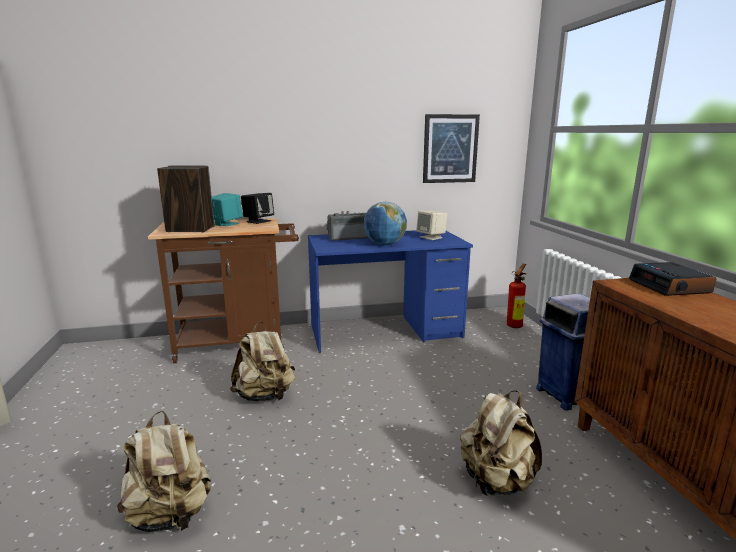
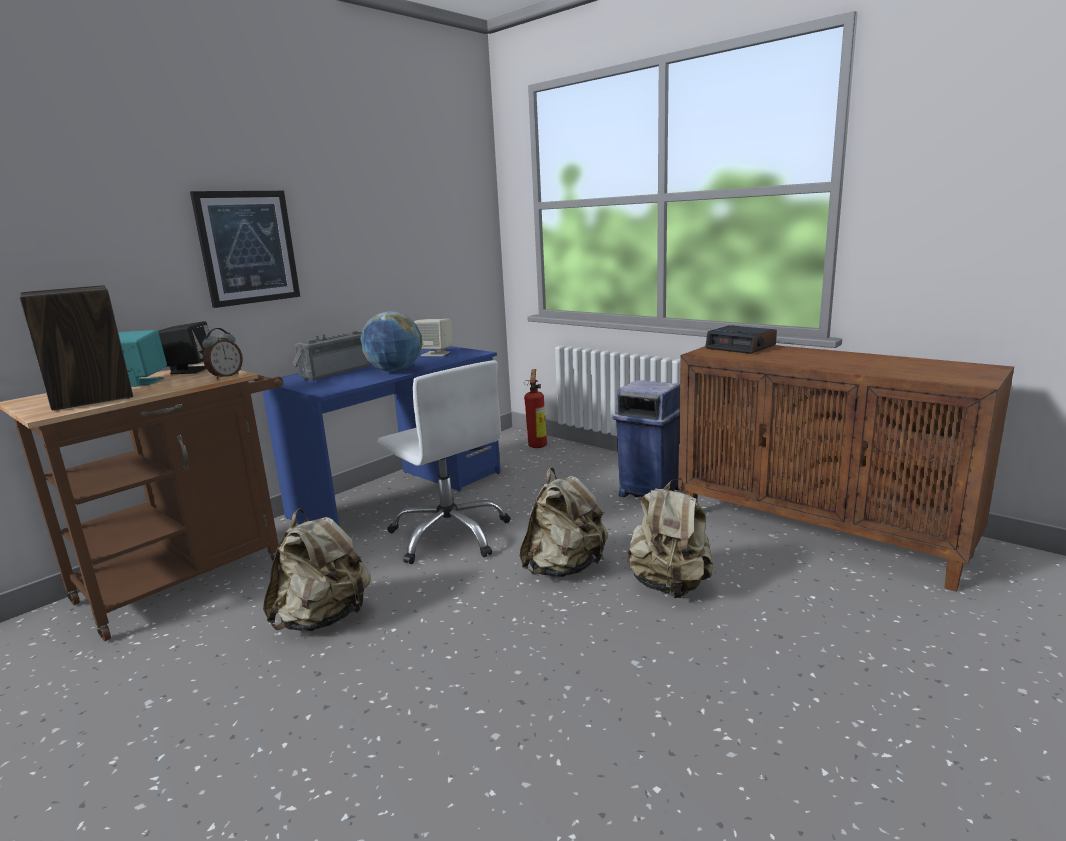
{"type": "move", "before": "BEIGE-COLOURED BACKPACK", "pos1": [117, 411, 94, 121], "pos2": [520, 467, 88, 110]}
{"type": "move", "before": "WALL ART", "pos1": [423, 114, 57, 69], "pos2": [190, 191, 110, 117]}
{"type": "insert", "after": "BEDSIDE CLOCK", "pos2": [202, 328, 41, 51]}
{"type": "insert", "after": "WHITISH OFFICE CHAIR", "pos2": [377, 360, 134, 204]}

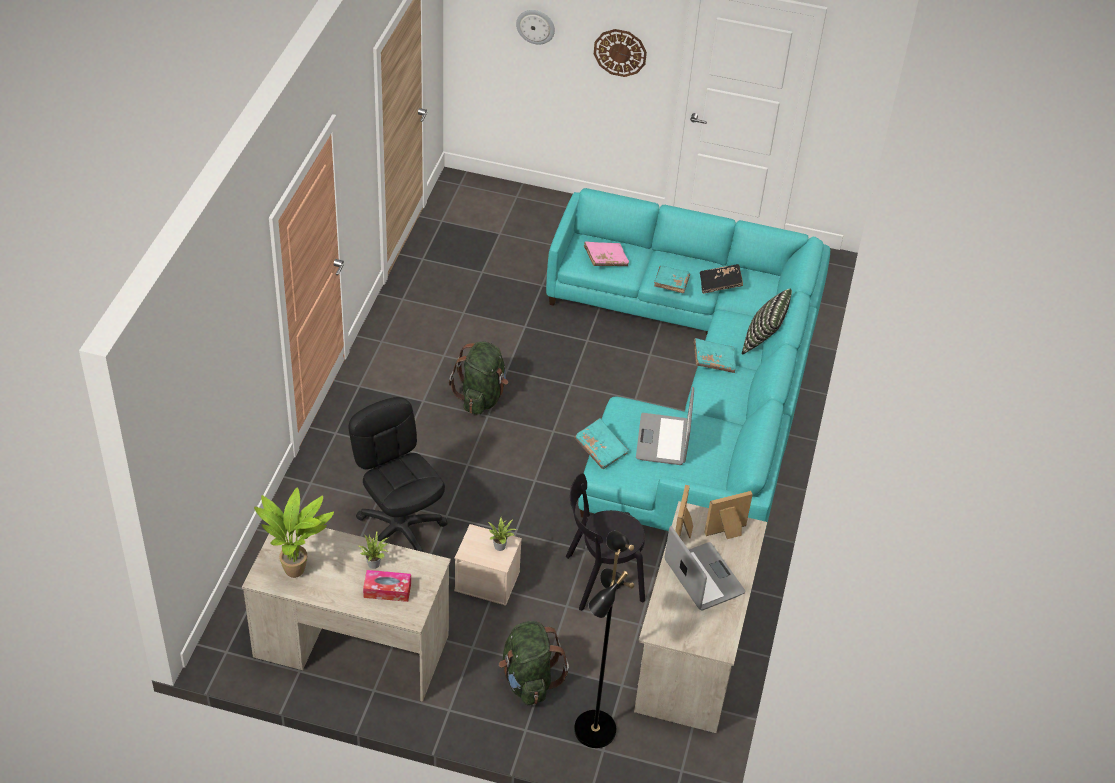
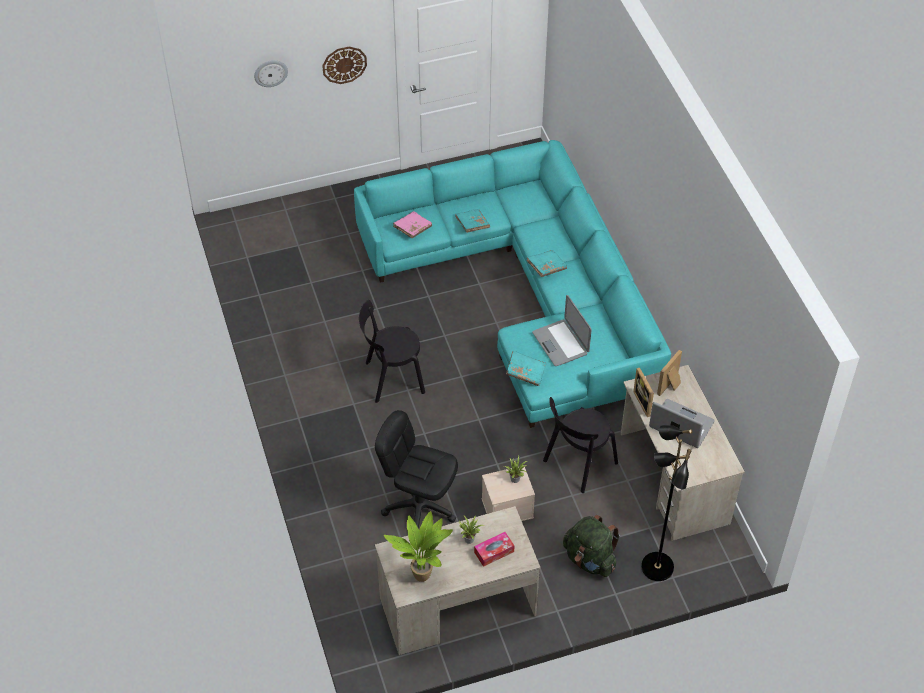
{"type": "replace", "before": "GREENISH BACKPACK", "after": "BLACK PLAIN CHAIR", "pos1": [449, 342, 59, 73], "pos2": [359, 300, 66, 103]}
{"type": "delete", "before": "BLACK VOLUME", "pos1": [700, 264, 43, 30]}
{"type": "delete", "before": "CUSHION", "pos1": [742, 289, 50, 66]}

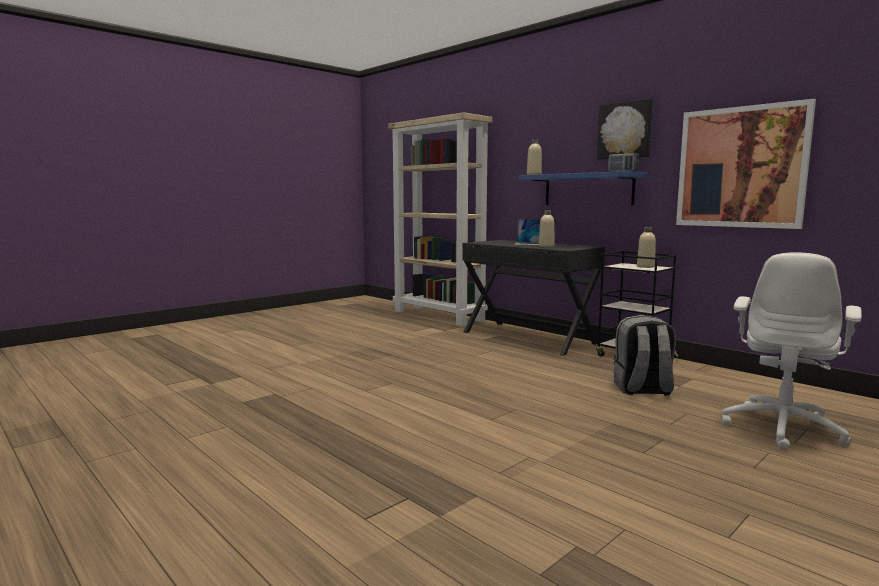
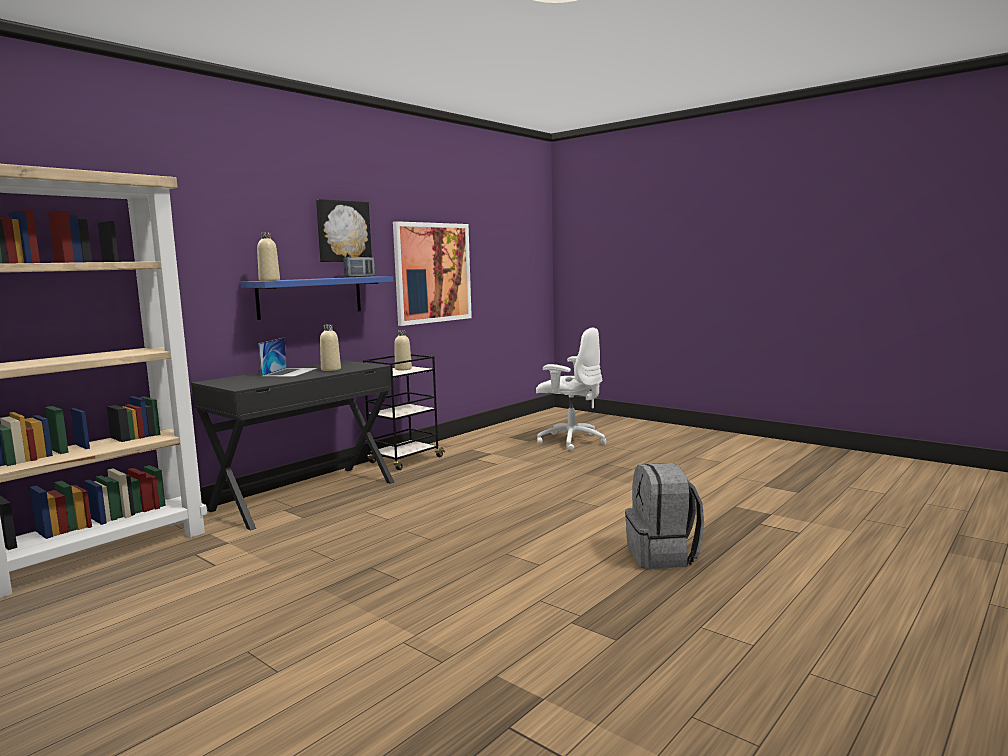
{"type": "move", "before": "GRAY BACKPACK", "pos1": [614, 315, 62, 81], "pos2": [625, 463, 79, 106]}

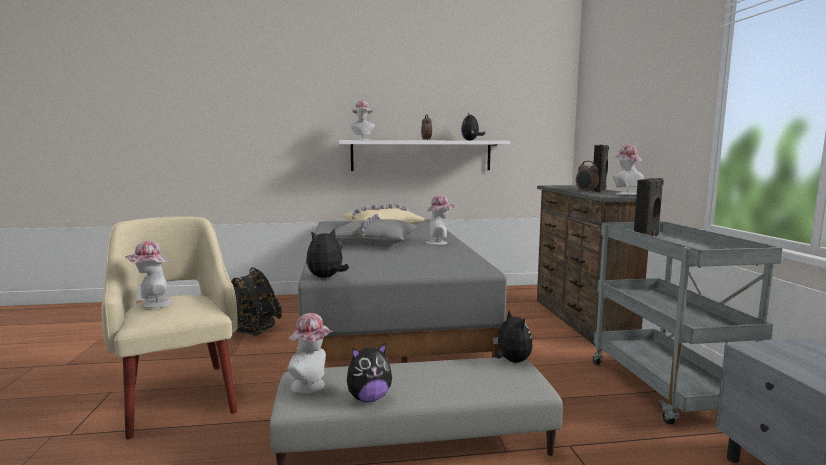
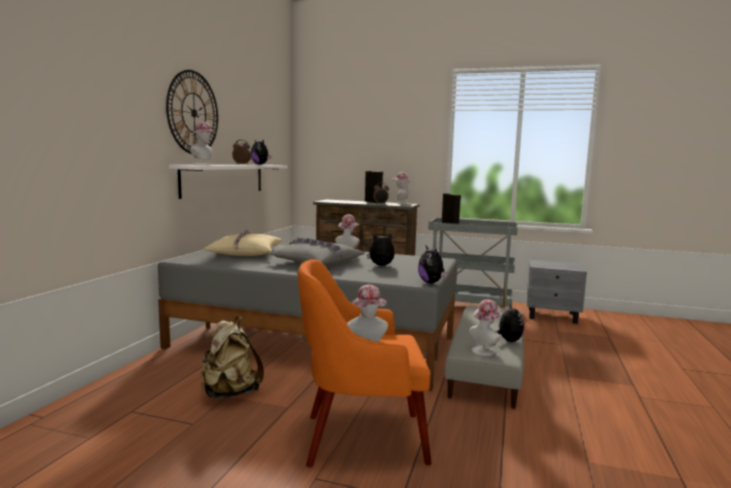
{"type": "recolor", "before": "BEIGE-COLOURED ARMCHAIR", "after": "ORANGE-COLOURED ARMCHAIR", "pos1": [102, 216, 136, 223], "pos2": [298, 259, 133, 208]}
{"type": "recolor", "before": "BLACK BACKPACK", "after": "BEIGE-COLOURED BACKPACK", "pos1": [231, 267, 51, 69], "pos2": [201, 317, 63, 81]}
{"type": "move", "before": "CUDDLY TOY", "pos1": [493, 310, 40, 53], "pos2": [367, 233, 28, 32]}
{"type": "insert", "after": "CLOCK ON THE WALL", "pos2": [166, 70, 52, 84]}

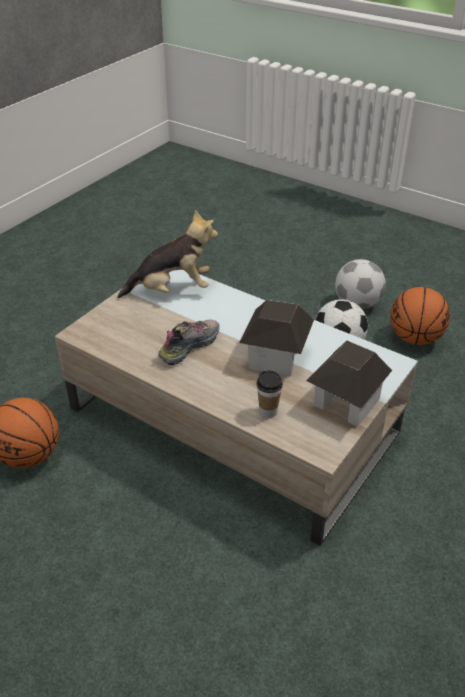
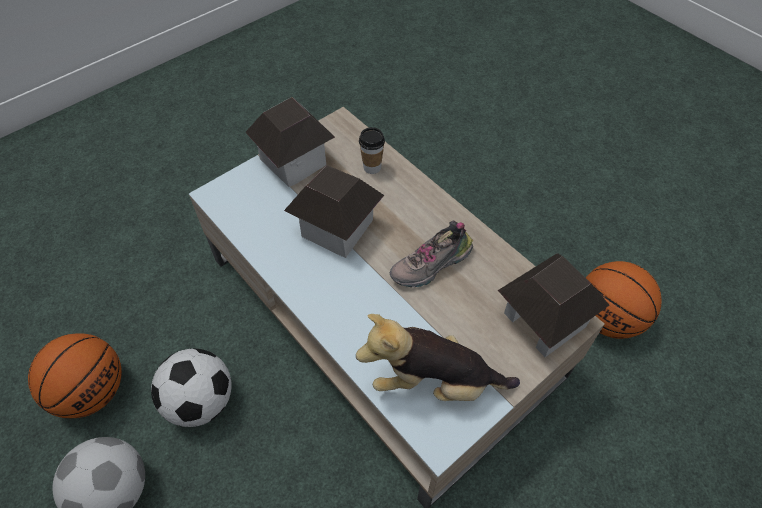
{"type": "insert", "after": "TOY HOUSE", "pos2": [498, 253, 111, 104]}

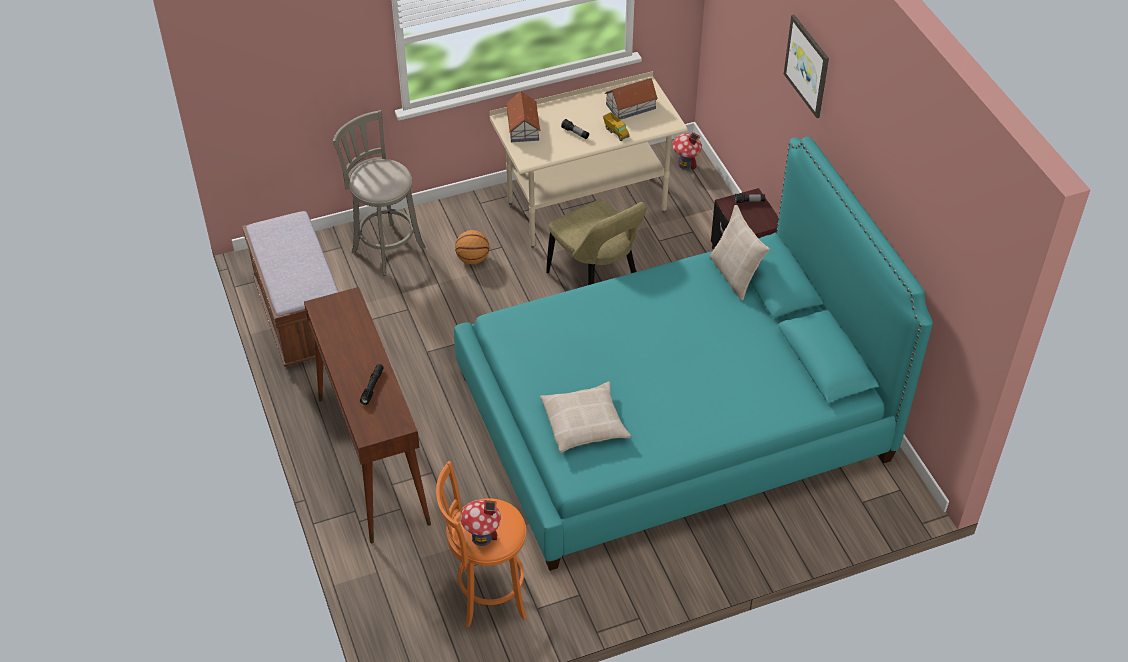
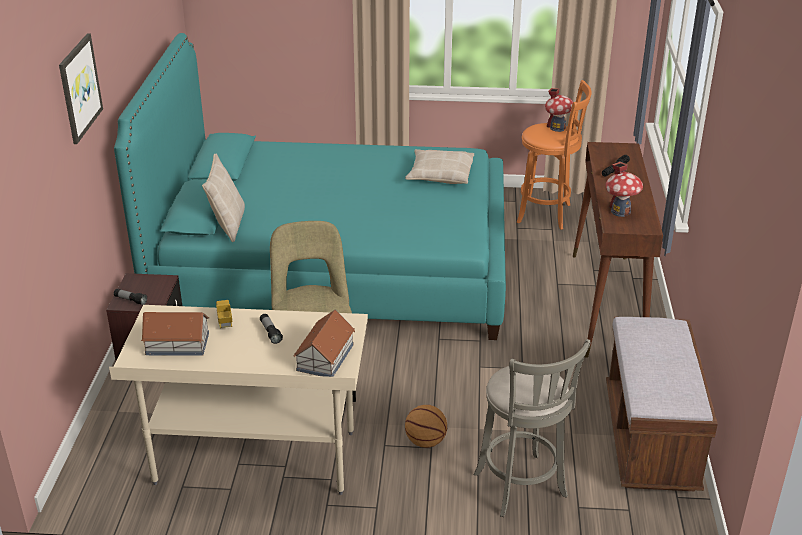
{"type": "move", "before": "TOY HOUSE", "pos1": [672, 132, 30, 37], "pos2": [606, 162, 37, 55]}

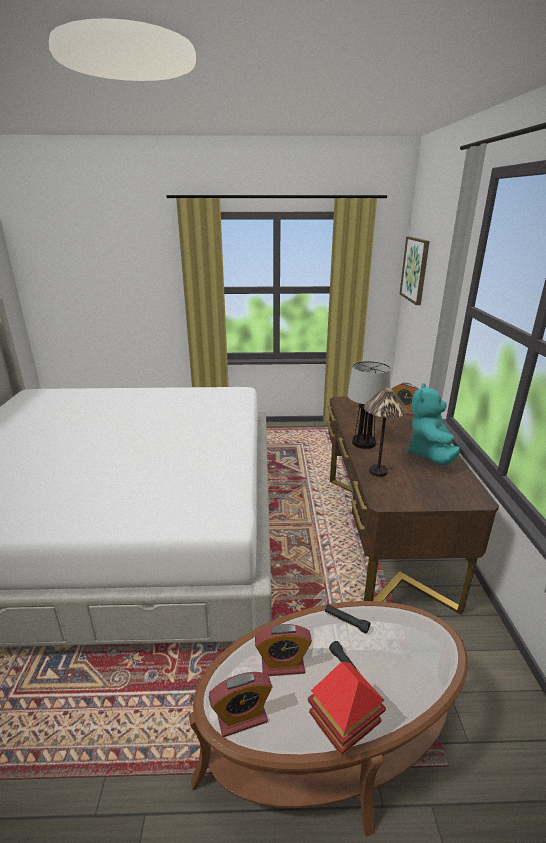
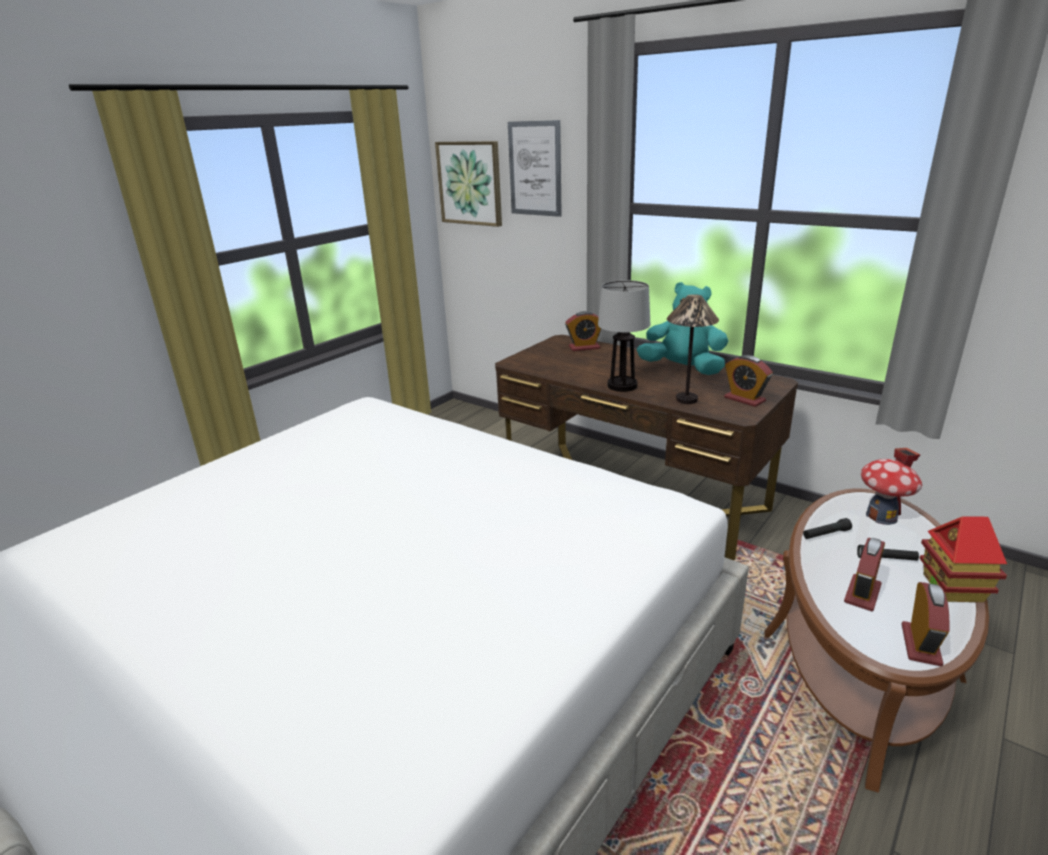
{"type": "rotate", "before": "TURQUOISE-COLOURED CUDDLY TOY", "pos1": [408, 383, 52, 82], "pos2": [637, 282, 91, 93], "turn": 150}
{"type": "insert", "after": "WALL ART", "pos2": [508, 120, 54, 97]}
{"type": "insert", "after": "BEDSIDE CLOCK", "pos2": [724, 355, 49, 52]}
{"type": "insert", "after": "TOY HOUSE", "pos2": [861, 448, 61, 77]}

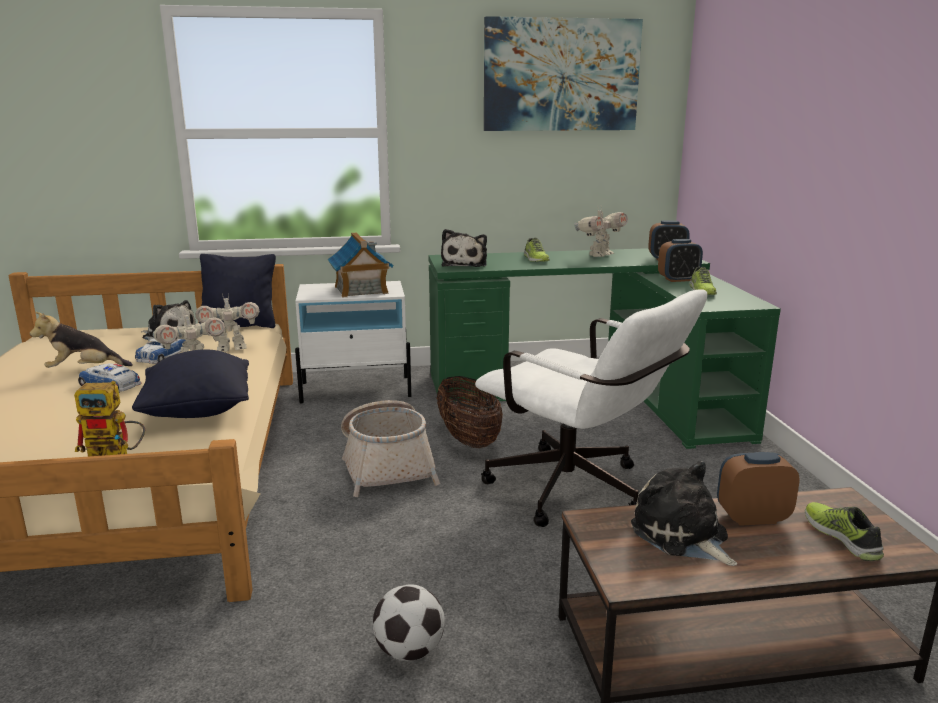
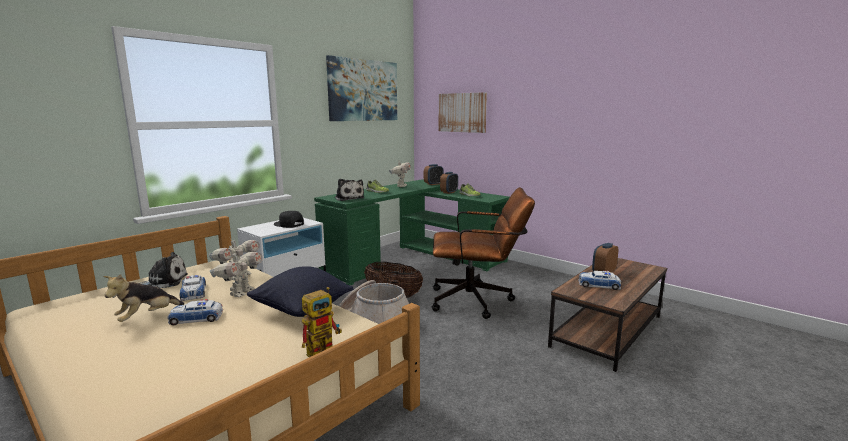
{"type": "delete", "before": "BLACK CUSHION", "pos1": [199, 254, 77, 74]}
{"type": "replace", "before": "TOY HOUSE", "after": "BLACK BASEBALL CAP", "pos1": [328, 232, 65, 66], "pos2": [274, 211, 30, 17]}
{"type": "delete", "before": "BALL FOR FOOTBALL", "pos1": [373, 584, 72, 77]}
{"type": "recolor", "before": "WHITISH OFFICE CHAIR", "after": "BROWN-COLOURED OFFICE CHAIR", "pos1": [475, 289, 232, 238], "pos2": [432, 187, 103, 132]}
{"type": "replace", "before": "CUDDLY TOY", "after": "MODEL CAR", "pos1": [631, 461, 106, 105], "pos2": [578, 270, 43, 20]}
{"type": "delete", "before": "SHOE", "pos1": [805, 502, 79, 59]}
{"type": "insert", "after": "WALL ART", "pos2": [438, 92, 49, 41]}

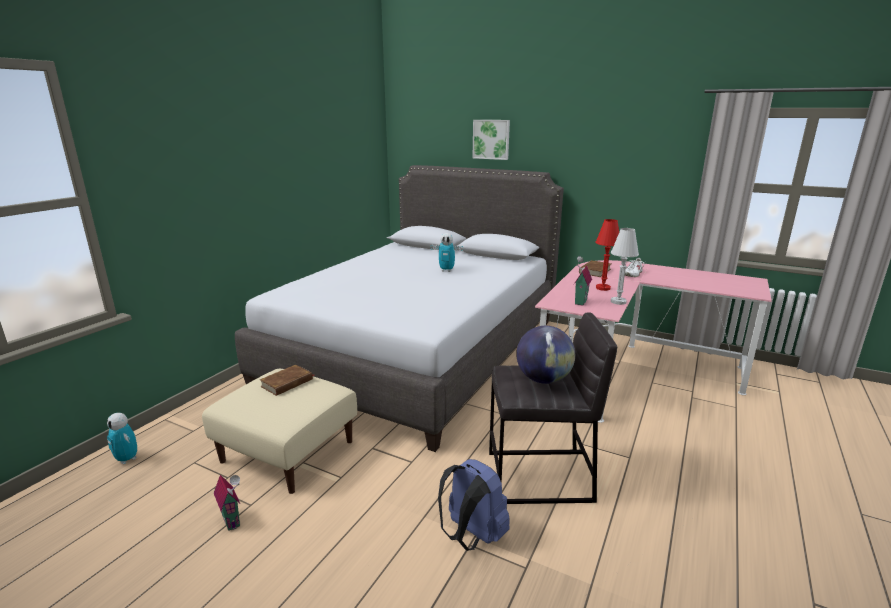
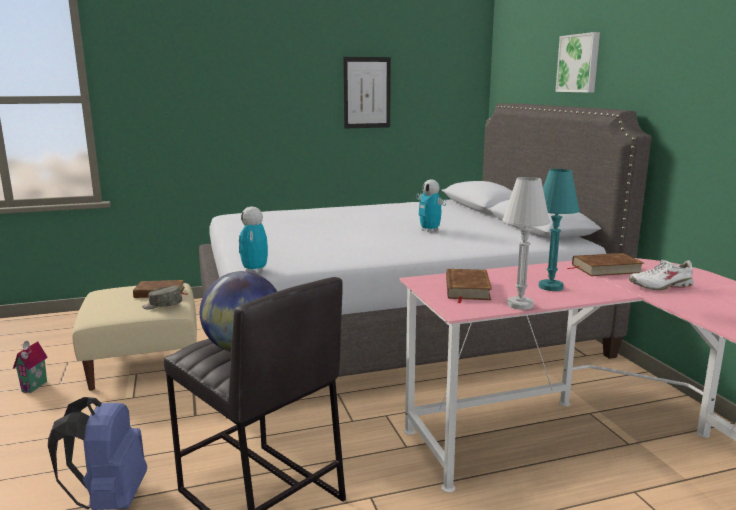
{"type": "move", "before": "MODEL ROBOT", "pos1": [107, 413, 30, 51], "pos2": [239, 207, 29, 66]}
{"type": "replace", "before": "TOY HOUSE", "after": "BROWN-COLOURED VOLUME", "pos1": [574, 257, 18, 49], "pos2": [446, 269, 46, 34]}
{"type": "recolor", "before": "REDDISH TABLE LAMP", "after": "TURQUOISE-COLOURED TABLE LAMP", "pos1": [596, 219, 23, 72], "pos2": [539, 169, 41, 122]}
{"type": "insert", "after": "GRAY BASEBALL CAP", "pos2": [142, 286, 40, 23]}
{"type": "insert", "after": "WALL ART", "pos2": [343, 57, 48, 71]}

